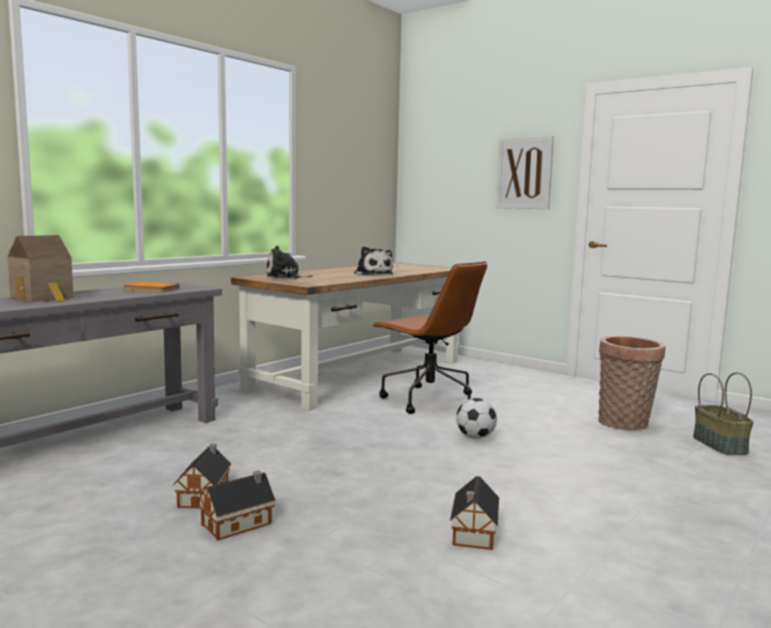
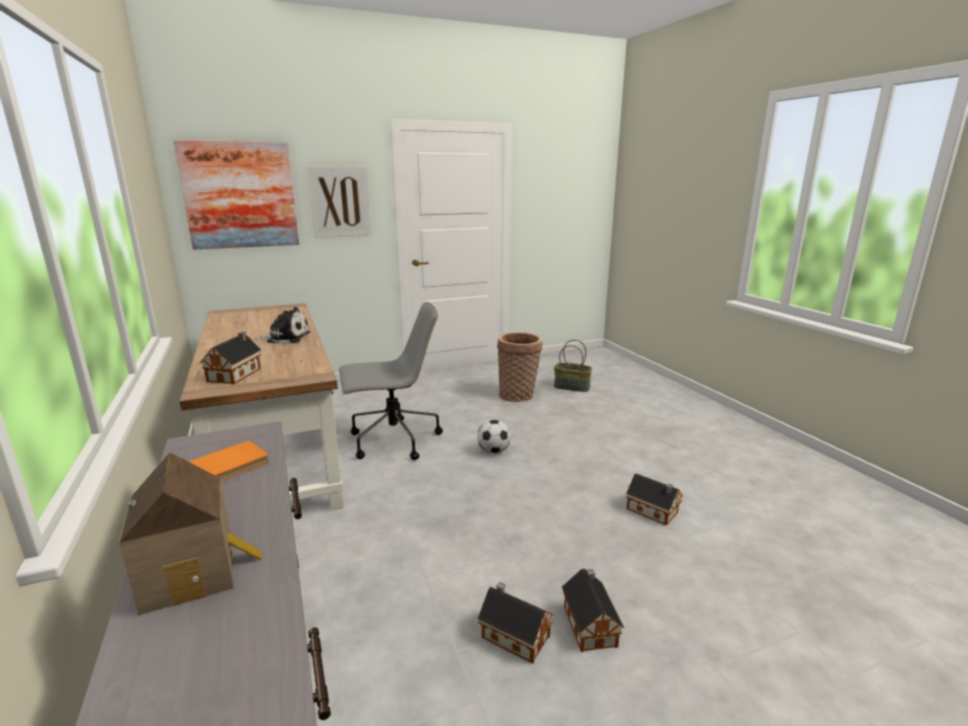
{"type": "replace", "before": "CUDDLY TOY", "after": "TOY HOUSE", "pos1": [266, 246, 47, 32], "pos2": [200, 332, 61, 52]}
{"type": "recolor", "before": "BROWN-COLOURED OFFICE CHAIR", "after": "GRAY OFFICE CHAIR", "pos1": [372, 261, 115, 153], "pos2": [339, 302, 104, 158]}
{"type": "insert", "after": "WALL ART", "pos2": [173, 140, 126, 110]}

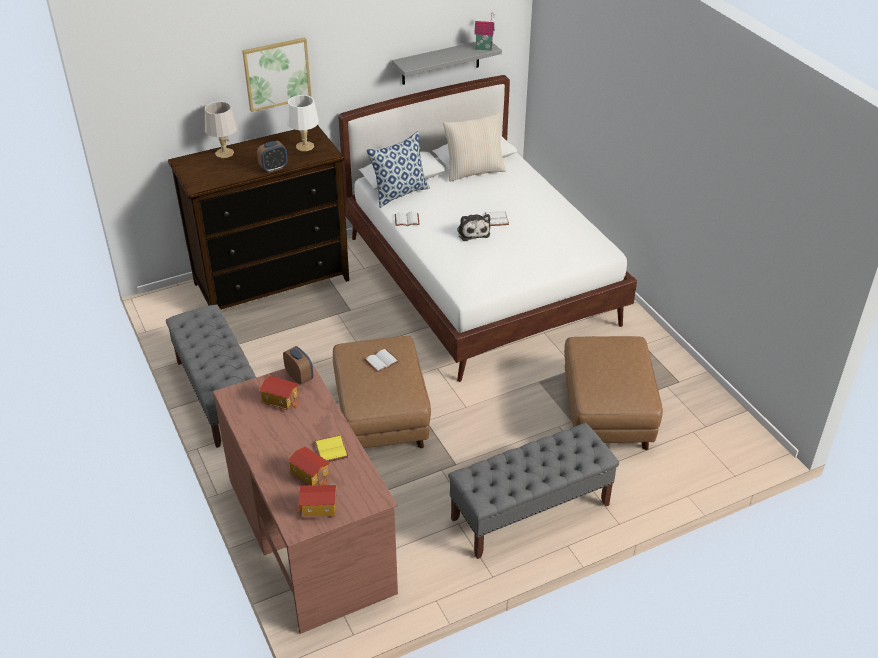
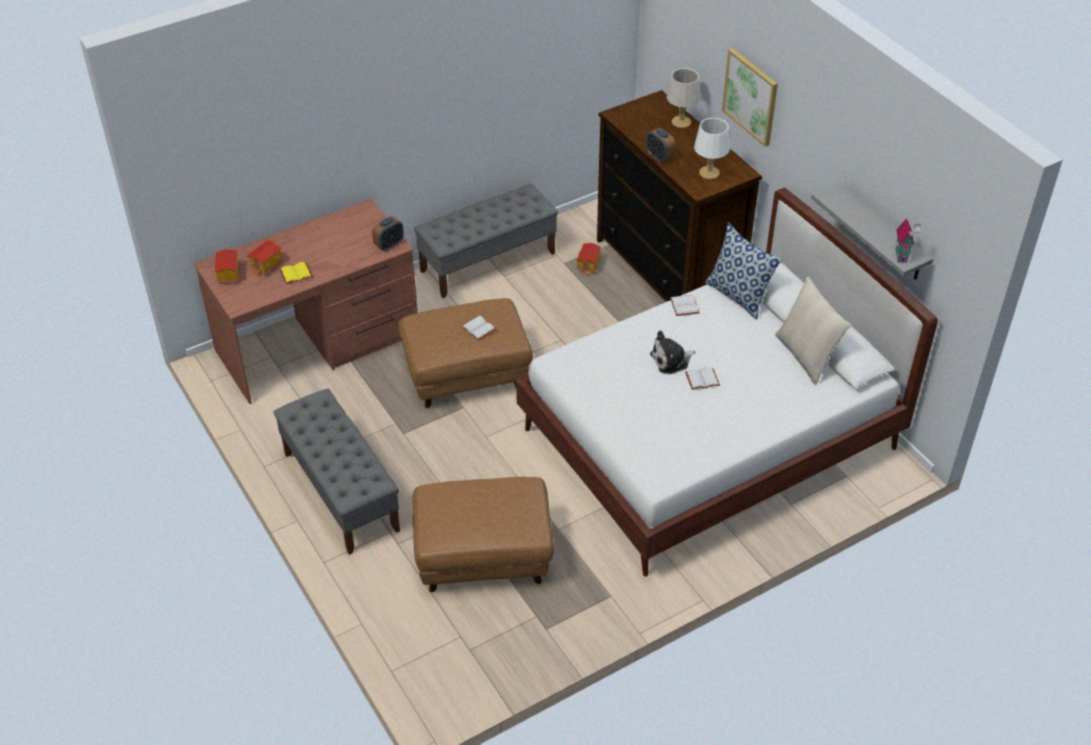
{"type": "move", "before": "TOY HOUSE", "pos1": [259, 376, 41, 34], "pos2": [576, 243, 25, 32]}

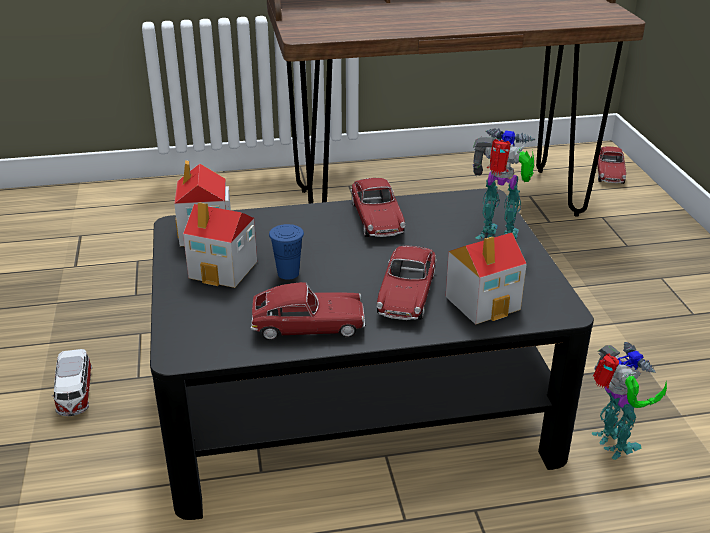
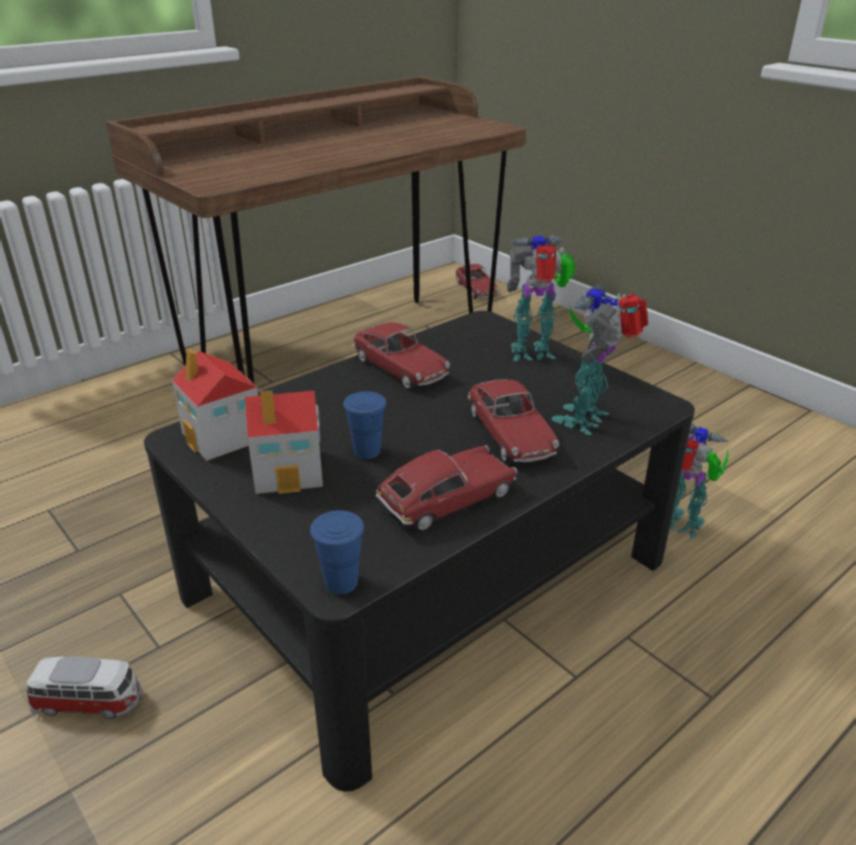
{"type": "rotate", "before": "MODEL CAR", "pos1": [52, 349, 40, 67], "pos2": [27, 656, 115, 63], "turn": -45}
{"type": "replace", "before": "TOY HOUSE", "after": "MODEL ROBOT", "pos1": [445, 233, 82, 92], "pos2": [552, 284, 96, 151]}
{"type": "insert", "after": "BLUE-COLOURED SMALL CUP", "pos2": [310, 510, 54, 85]}

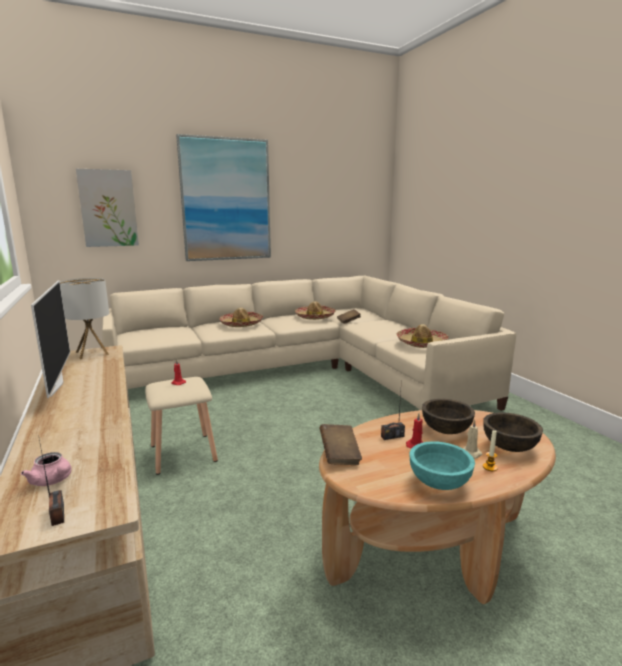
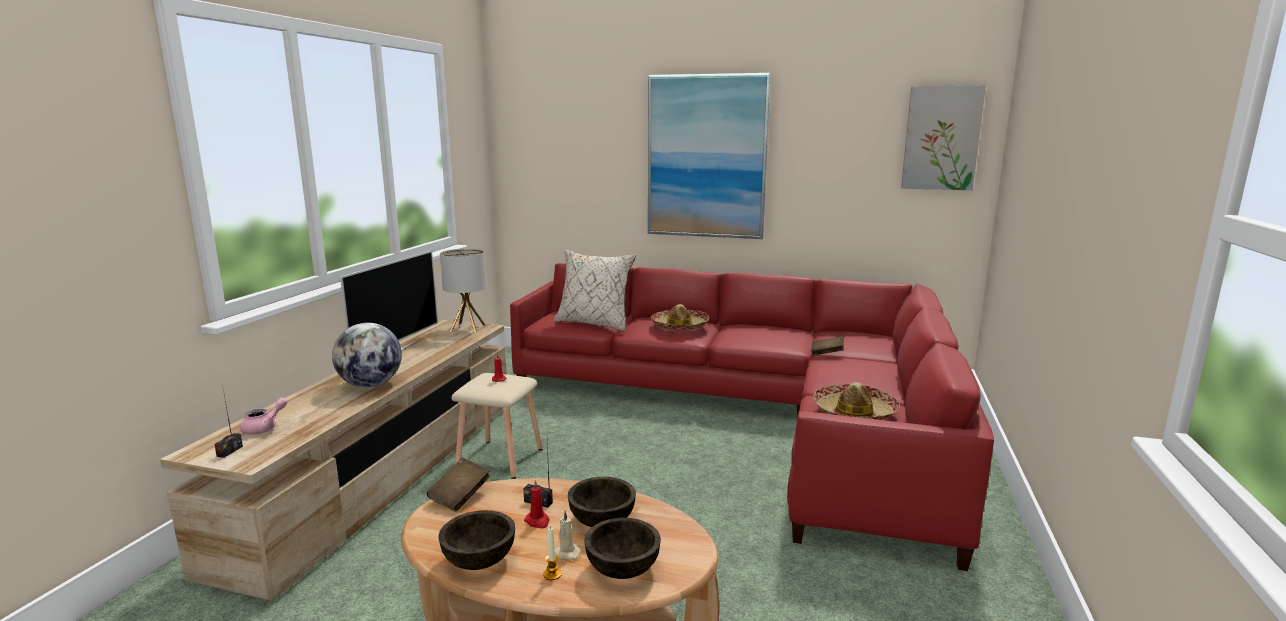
{"type": "rotate", "before": "PINK-COLOURED POT FOR TEA", "pos1": [21, 452, 51, 34], "pos2": [241, 398, 46, 37], "turn": -135}
{"type": "move", "before": "WALL ART", "pos1": [76, 169, 63, 78], "pos2": [901, 85, 85, 105]}
{"type": "recolor", "before": "BEIGE-COLOURED SOFA", "after": "REDDISH SOFA", "pos1": [102, 276, 414, 135], "pos2": [510, 263, 484, 308]}
{"type": "delete", "before": "HAT", "pos1": [295, 301, 40, 19]}
{"type": "recolor", "before": "TURQUOISE-COLOURED BOWL", "after": "BROWN-COLOURED BOWL", "pos1": [409, 441, 66, 49], "pos2": [438, 510, 77, 60]}
{"type": "insert", "after": "GLOBE", "pos2": [332, 323, 70, 65]}
{"type": "insert", "after": "BEIGE-COLOURED CUSHION", "pos2": [554, 250, 82, 82]}

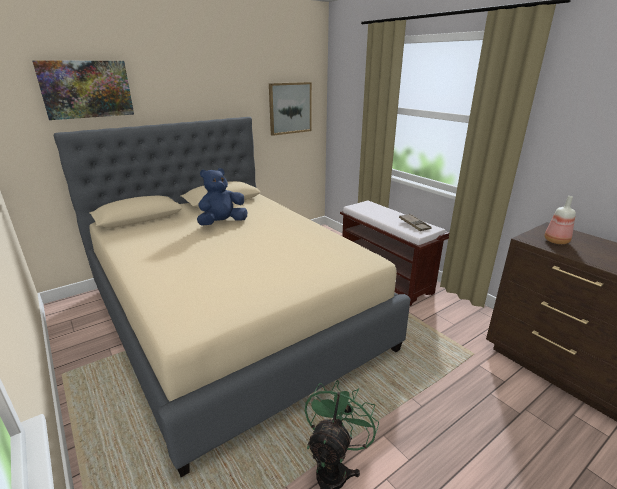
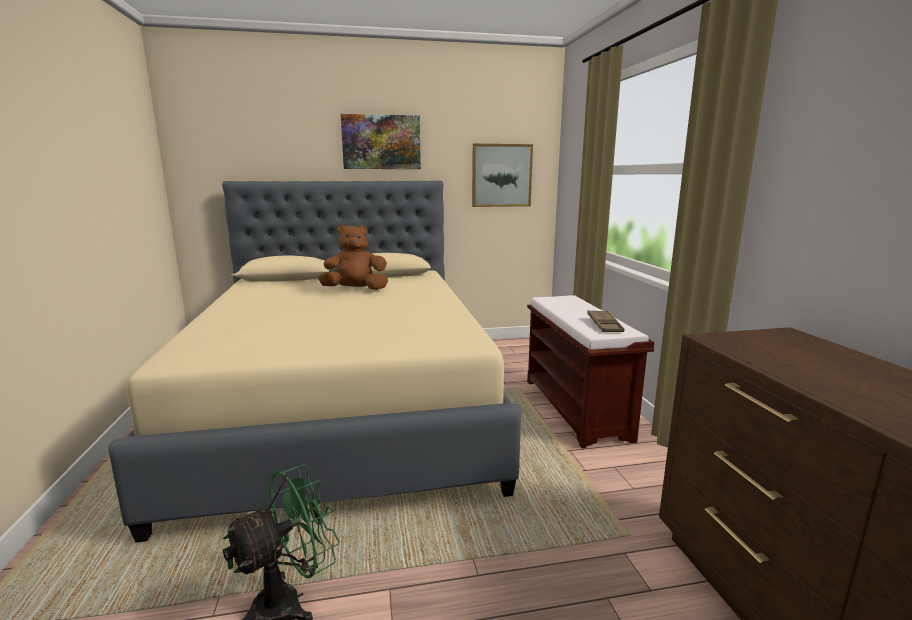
{"type": "move", "before": "WALL ART", "pos1": [32, 61, 102, 59], "pos2": [341, 114, 80, 55]}
{"type": "recolor", "before": "BLUE-COLOURED CUDDLY TOY", "after": "BROWN-COLOURED CUDDLY TOY", "pos1": [197, 168, 50, 58], "pos2": [318, 224, 70, 66]}
{"type": "delete", "before": "DRINK BOTTLE", "pos1": [544, 196, 32, 48]}

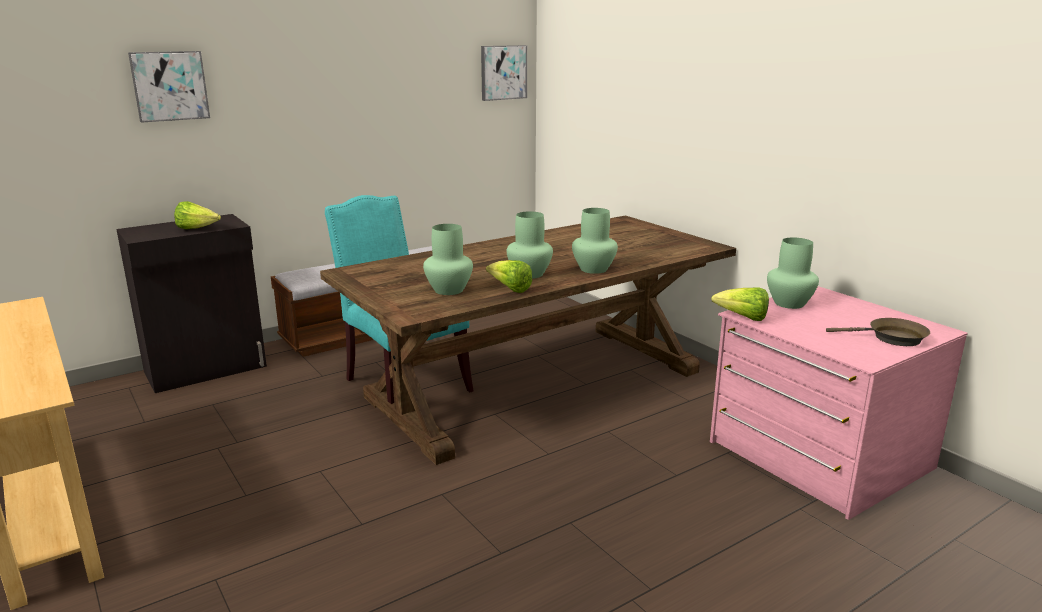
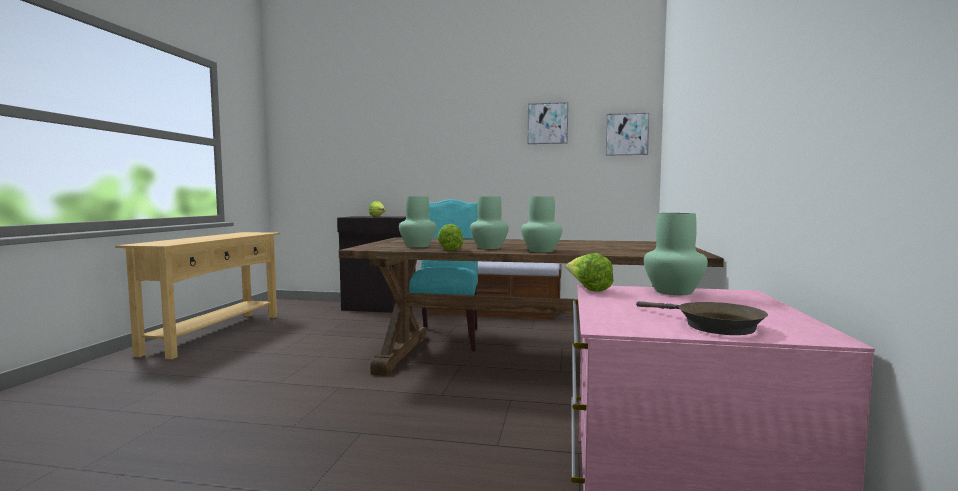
{"type": "move", "before": "WALL ART", "pos1": [128, 51, 82, 72], "pos2": [528, 102, 40, 42]}

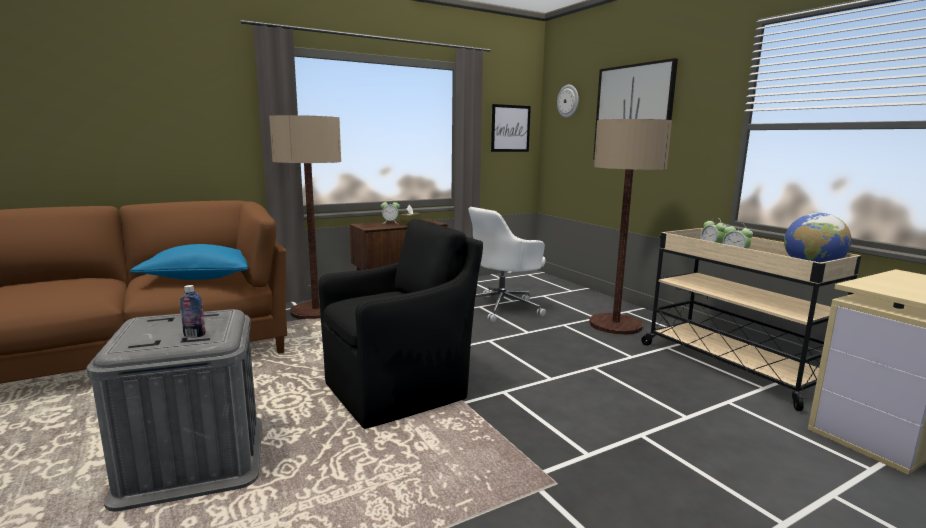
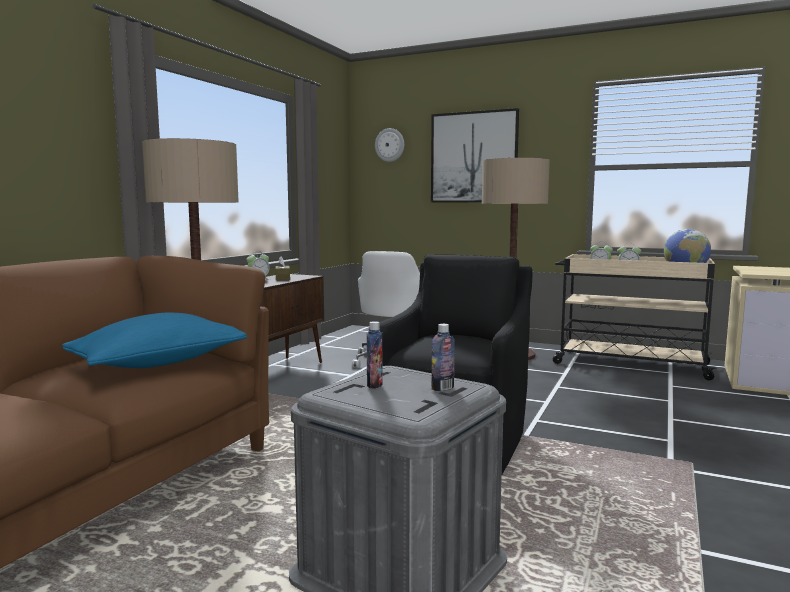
{"type": "delete", "before": "WALL ART", "pos1": [491, 104, 40, 48]}
{"type": "insert", "after": "DRINK BOTTLE", "pos2": [367, 321, 16, 68]}

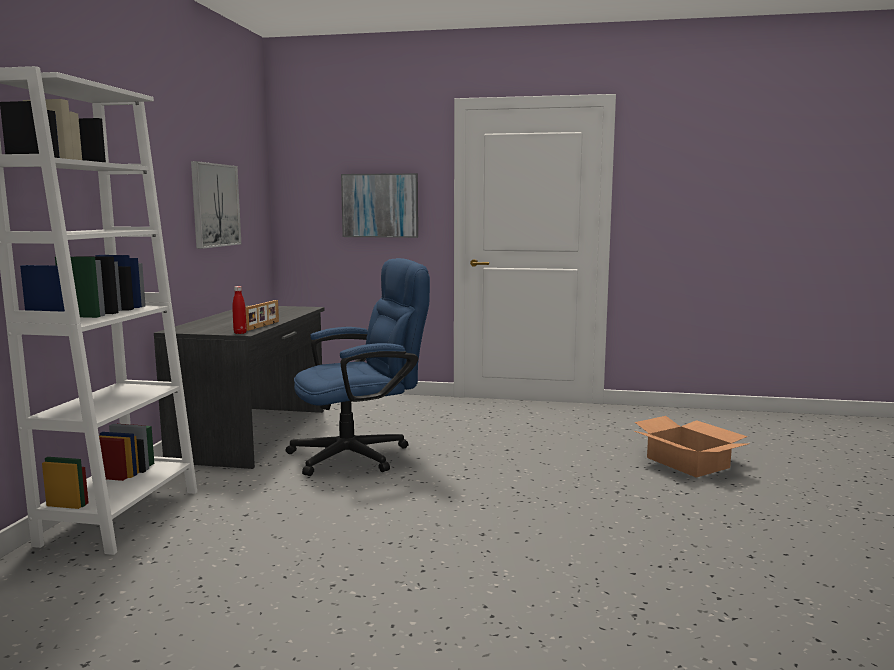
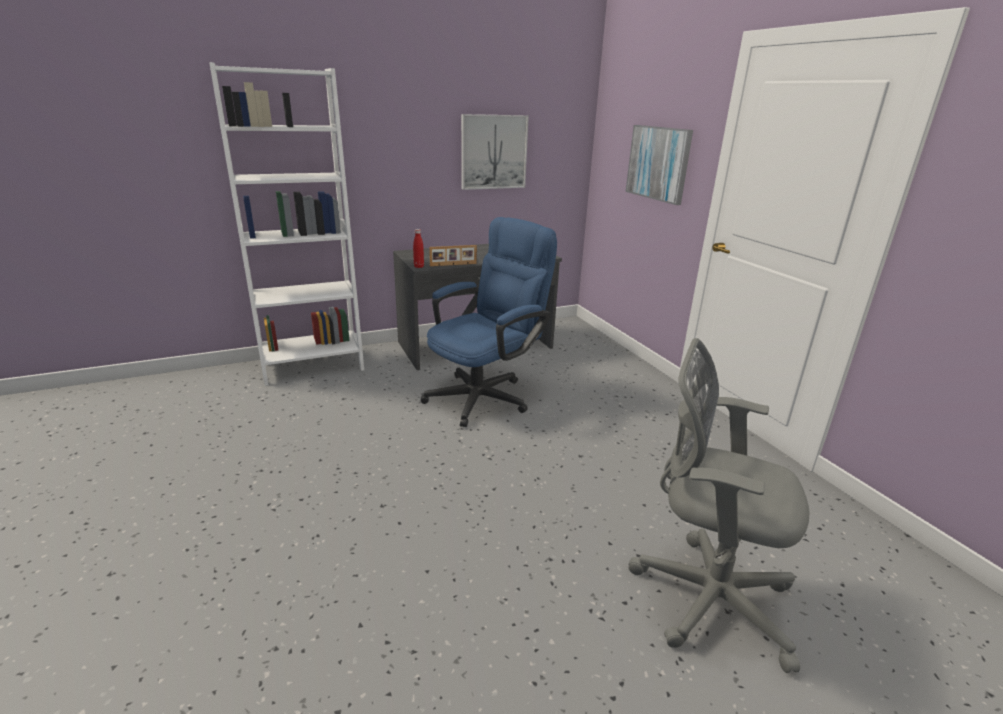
{"type": "rotate", "before": "BLUE-COLOURED OFFICE CHAIR", "pos1": [285, 258, 145, 218], "pos2": [421, 217, 136, 210], "turn": -75}
{"type": "replace", "before": "PACKING BOX", "after": "GRAY OFFICE CHAIR", "pos1": [634, 416, 114, 62], "pos2": [628, 338, 181, 335]}

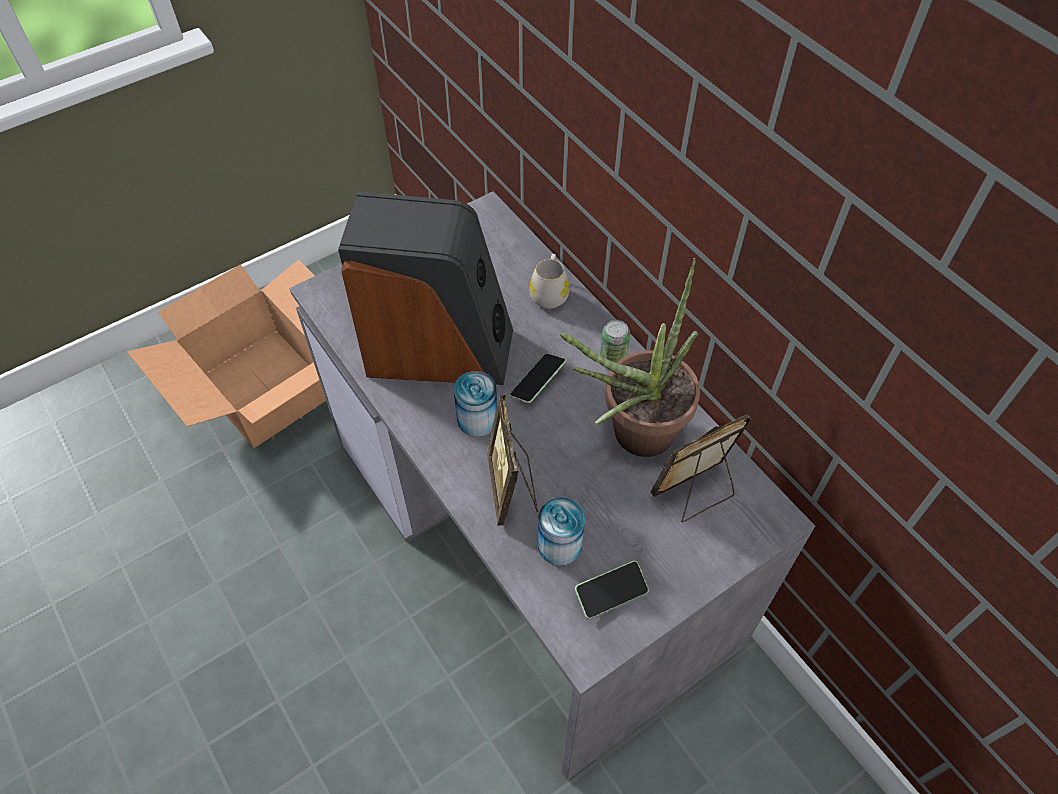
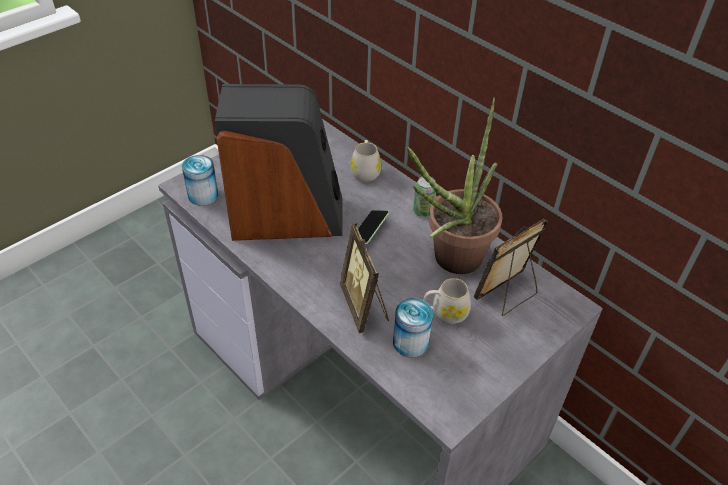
{"type": "delete", "before": "PACKING BOX", "pos1": [127, 259, 199, 189]}
{"type": "move", "before": "SEALED CAN", "pos1": [454, 371, 43, 66], "pos2": [182, 155, 36, 51]}
{"type": "delete", "before": "PHONE", "pos1": [575, 561, 74, 58]}
{"type": "insert", "after": "WHITISH MUG", "pos2": [423, 278, 48, 46]}

